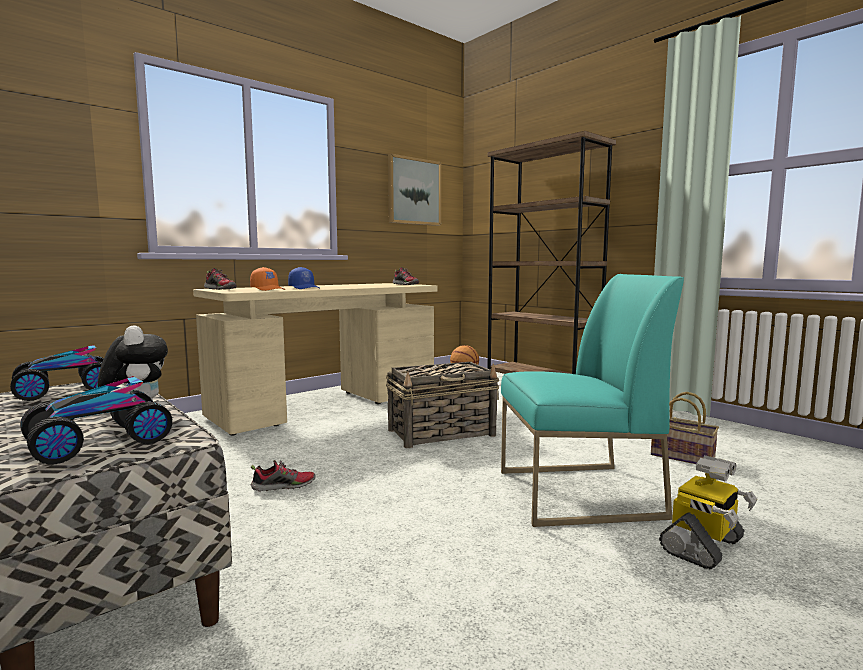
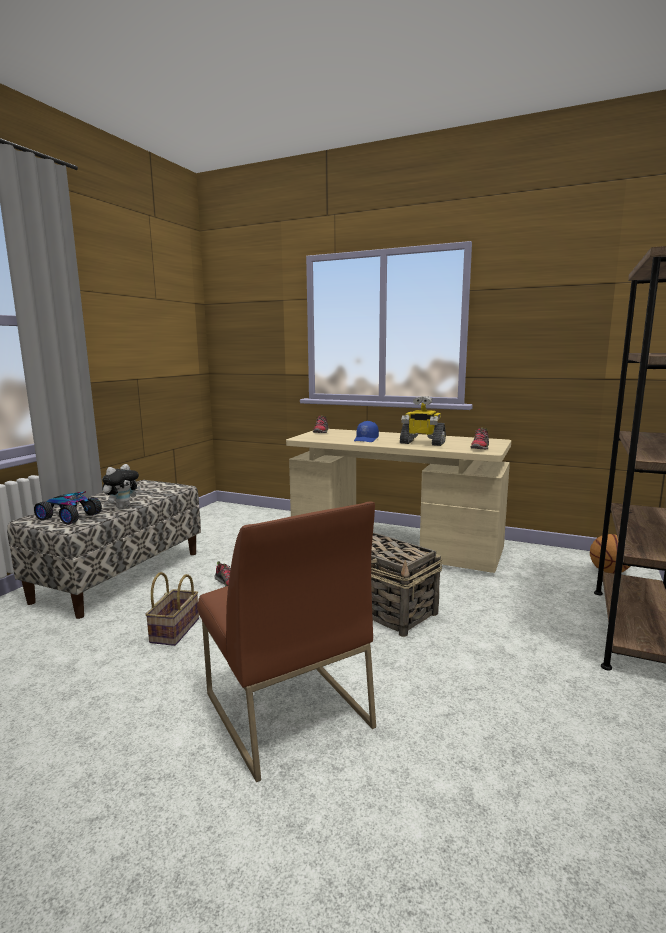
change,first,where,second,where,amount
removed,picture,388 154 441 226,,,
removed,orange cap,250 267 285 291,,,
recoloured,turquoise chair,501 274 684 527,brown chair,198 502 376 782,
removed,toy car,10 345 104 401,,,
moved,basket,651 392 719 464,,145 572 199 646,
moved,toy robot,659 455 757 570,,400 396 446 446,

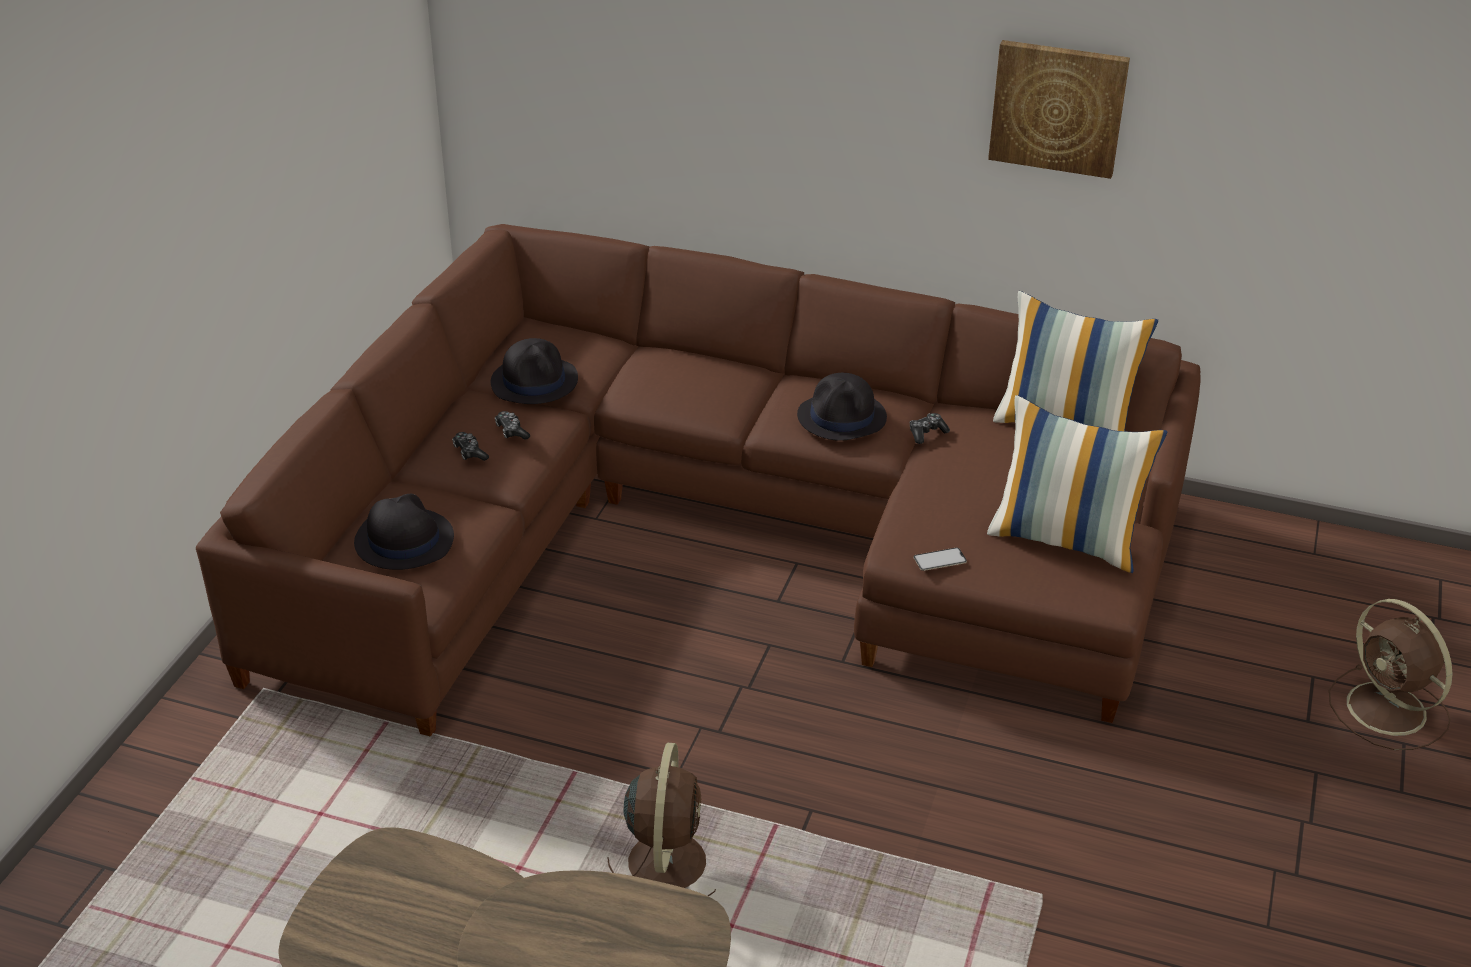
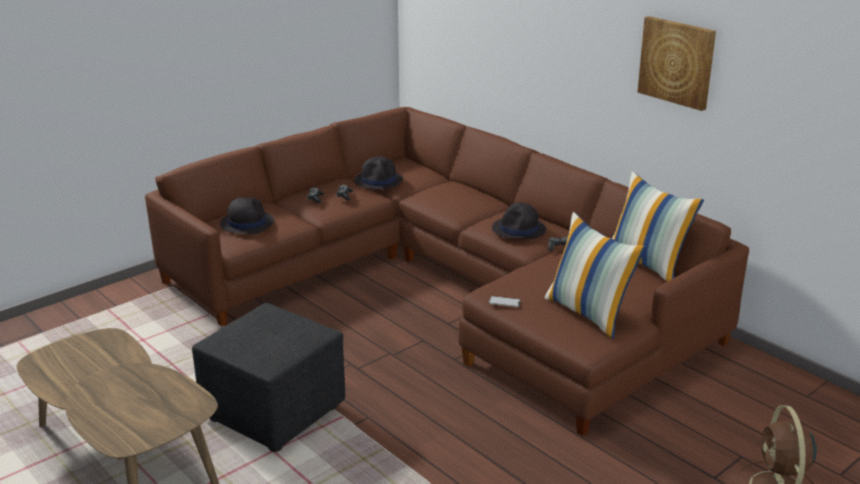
change,first,where,second,where,amount
replaced,brown fan,607 743 716 896,black ottoman,192 303 345 452,

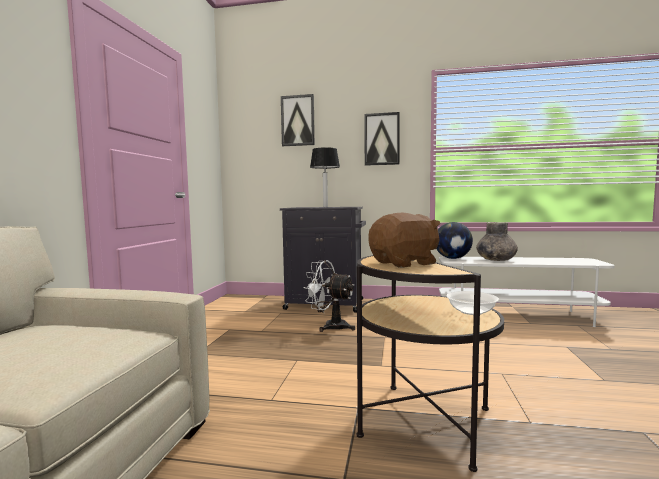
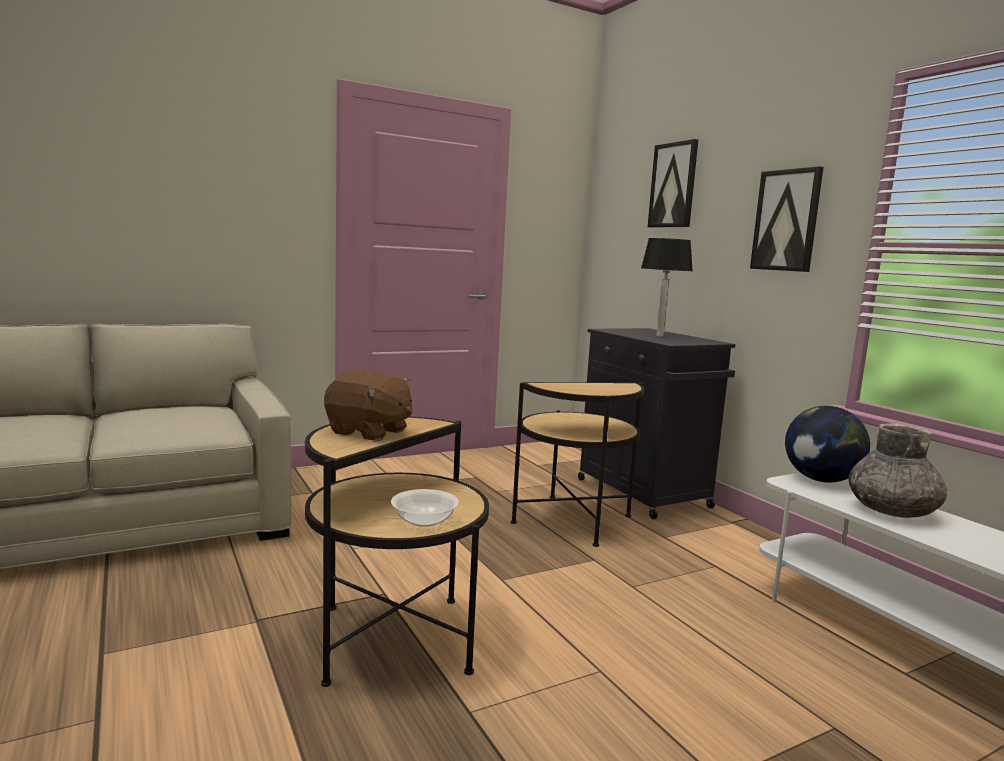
change,first,where,second,where,amount
replaced,white fan,303 260 355 332,side table,511 382 644 547,

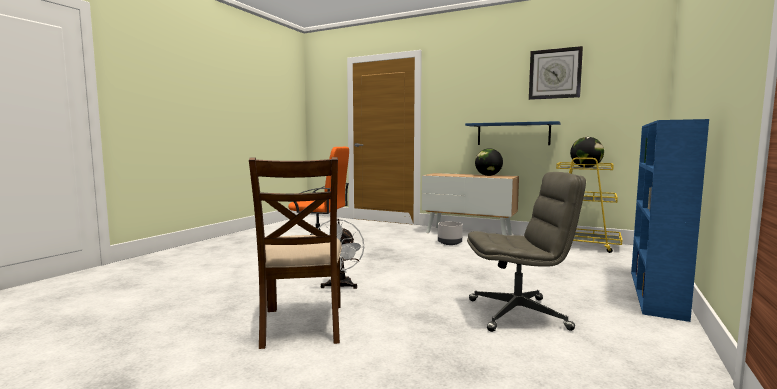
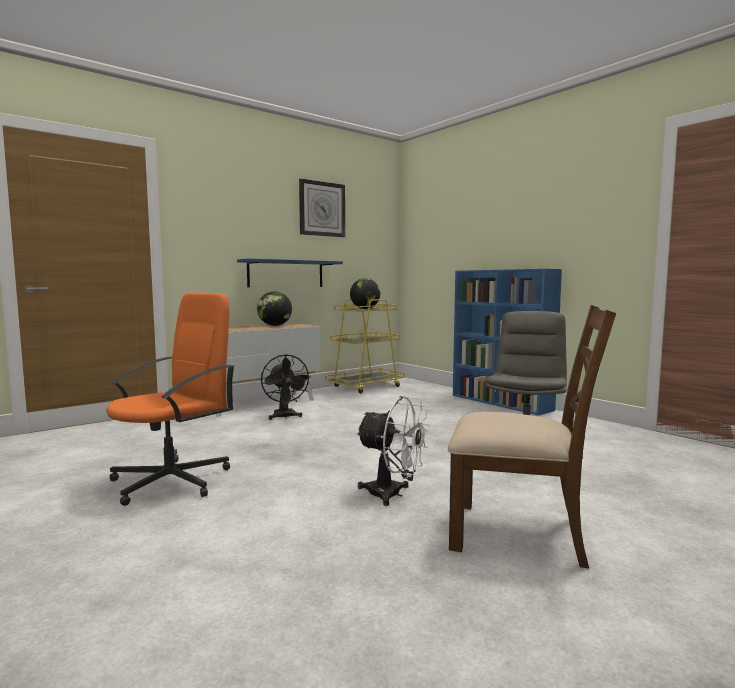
change,first,where,second,where,amount
replaced,grey planter,438 221 463 245,black fan,261 354 311 420,

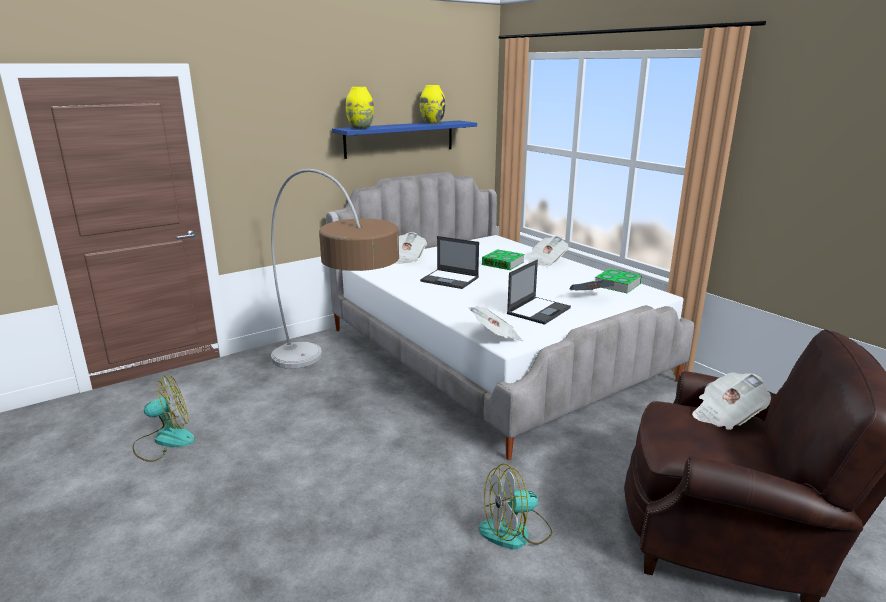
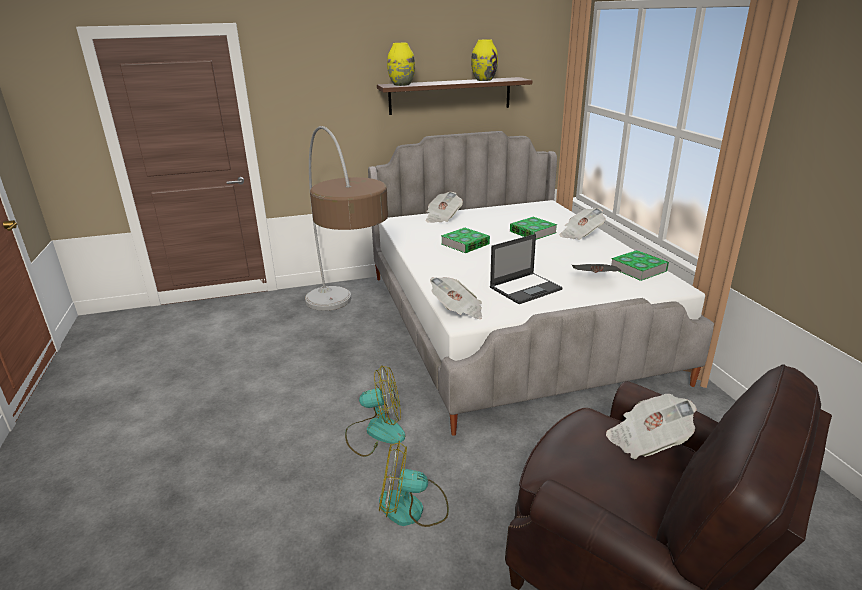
change,first,where,second,where,amount
recoloured,blue shelf,332 121 477 159,brown shelf,377 77 533 115,
replaced,laptop,420 236 479 289,book,441 228 490 253,
moved,fan,132 375 195 462,,345 365 405 457,

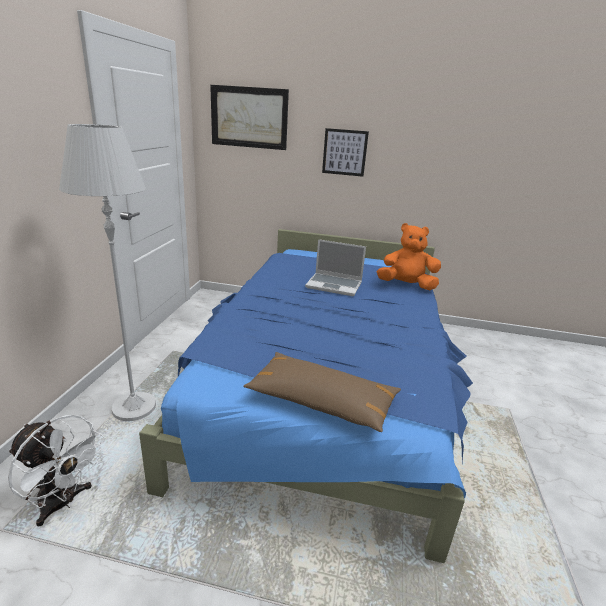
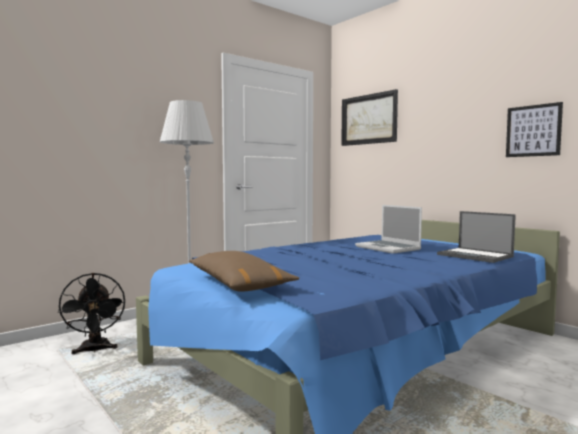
change,first,where,second,where,amount
moved,picture,322 128 369 177,,506 102 563 157,
replaced,orange plush toy,377 223 441 290,laptop,437 211 516 263,
recoloured,white fan,8 415 105 527,black fan,58 273 125 354,

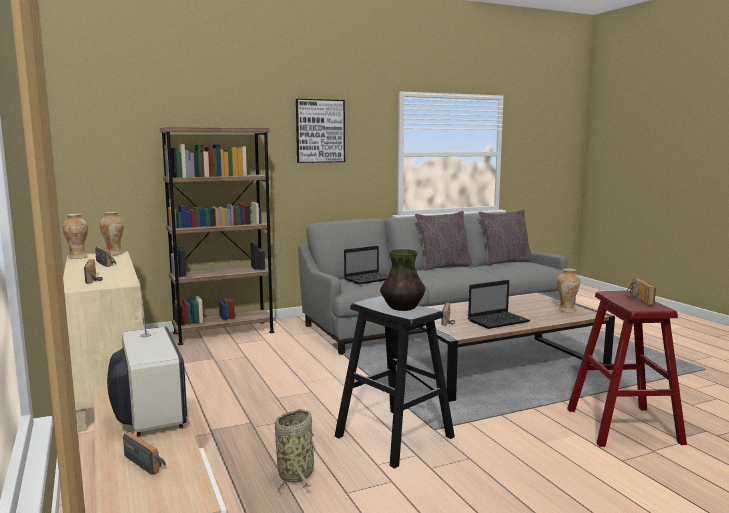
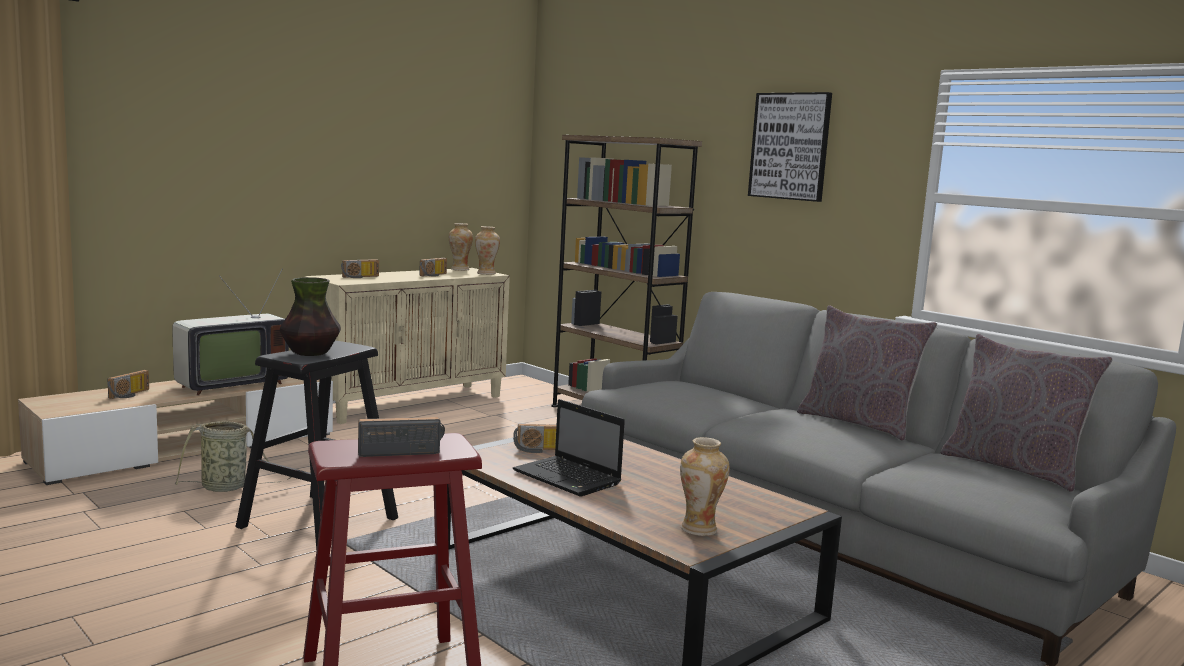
change,first,where,second,where,amount
removed,laptop,344 246 388 285,,,

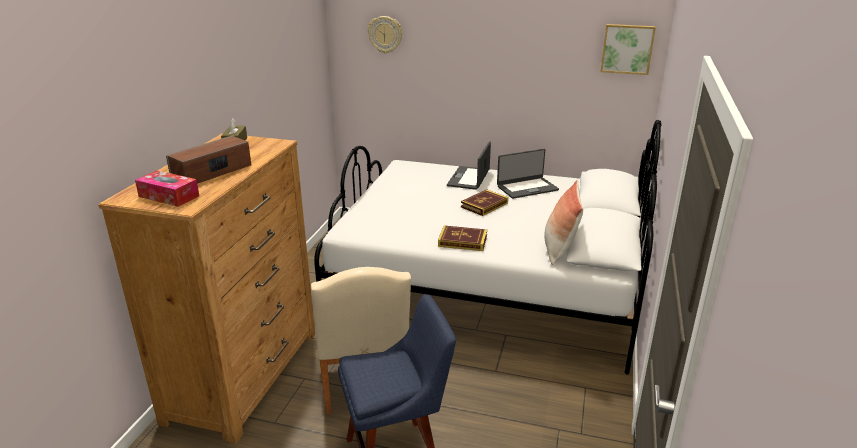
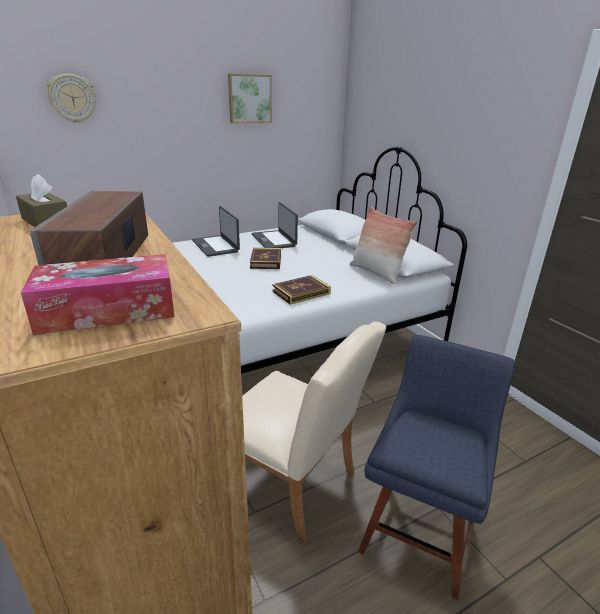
change,first,where,second,where,amount
moved,picture,600 24 656 75,,228 74 272 124,
turned,laptop,497 149 559 199,,252 202 298 248,135 degrees clockwise

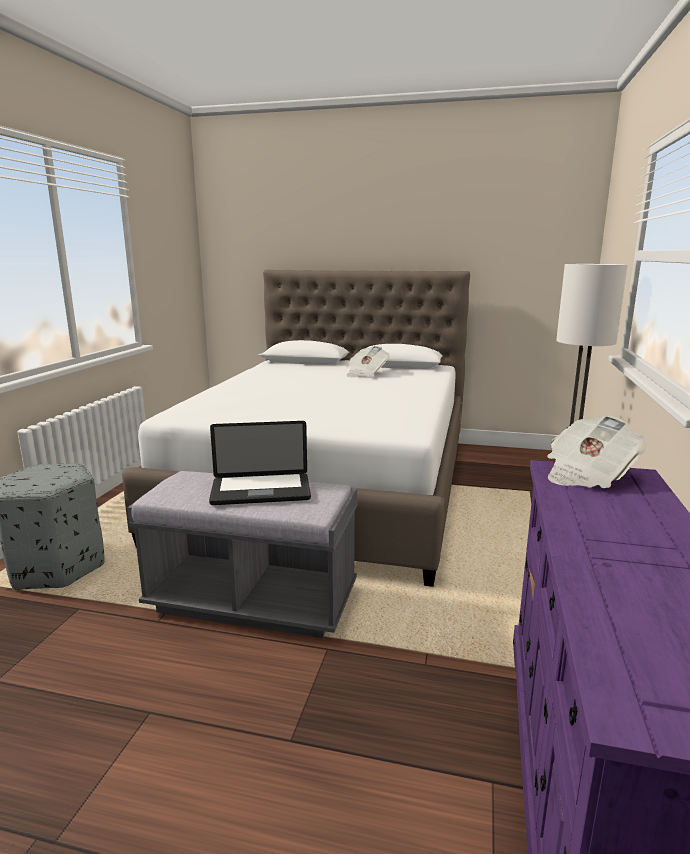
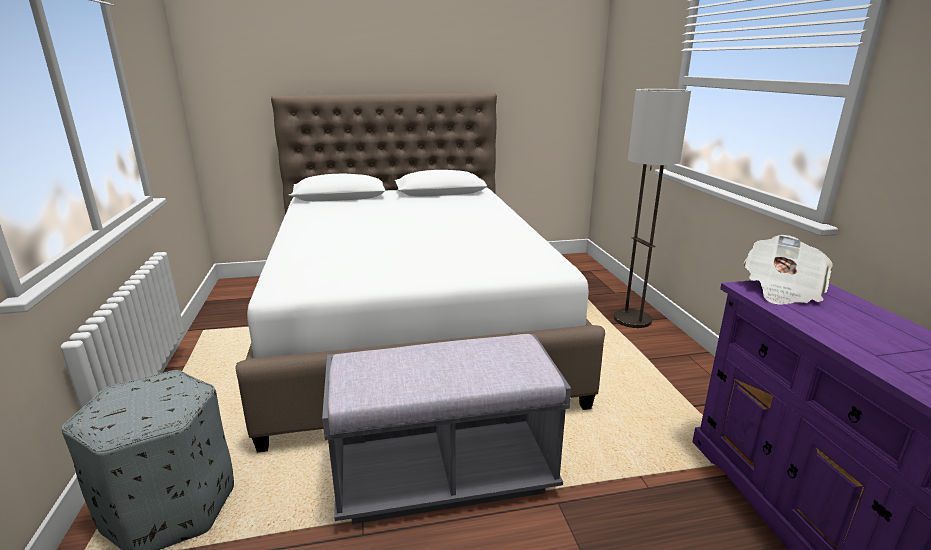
change,first,where,second,where,amount
removed,newspaper,347 346 390 378,,,
removed,laptop,209 421 311 505,,,

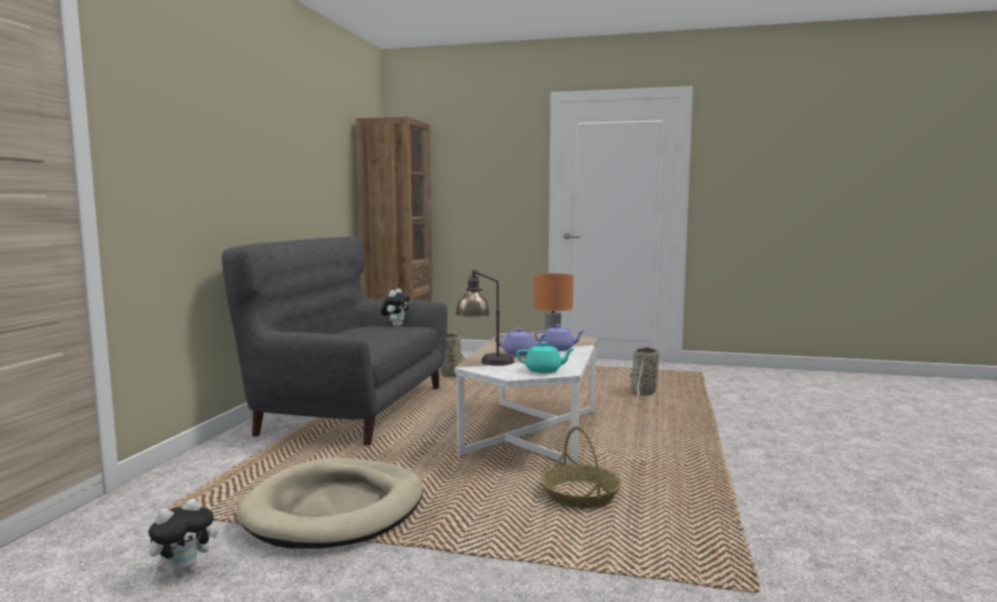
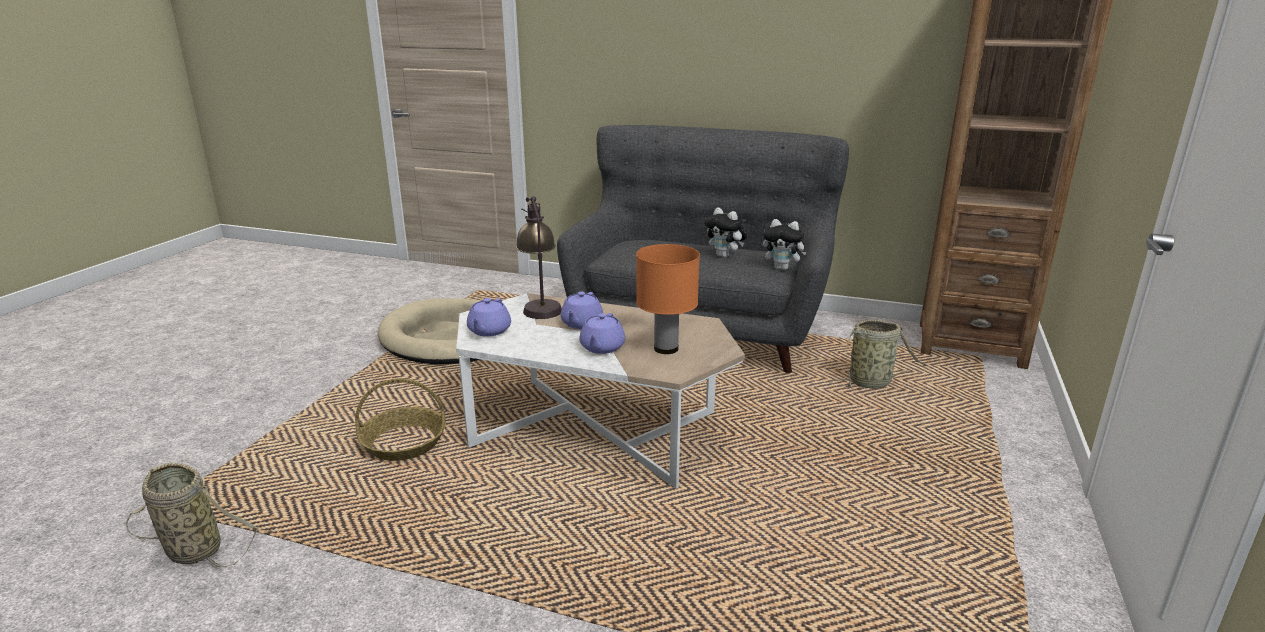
change,first,where,second,where,amount
recoloured,turquoise teapot,516 342 575 373,purple teapot,467 298 511 337,
moved,basket,628 346 659 402,,126 463 259 568,
moved,plush toy,148 499 218 578,,704 208 747 258,

